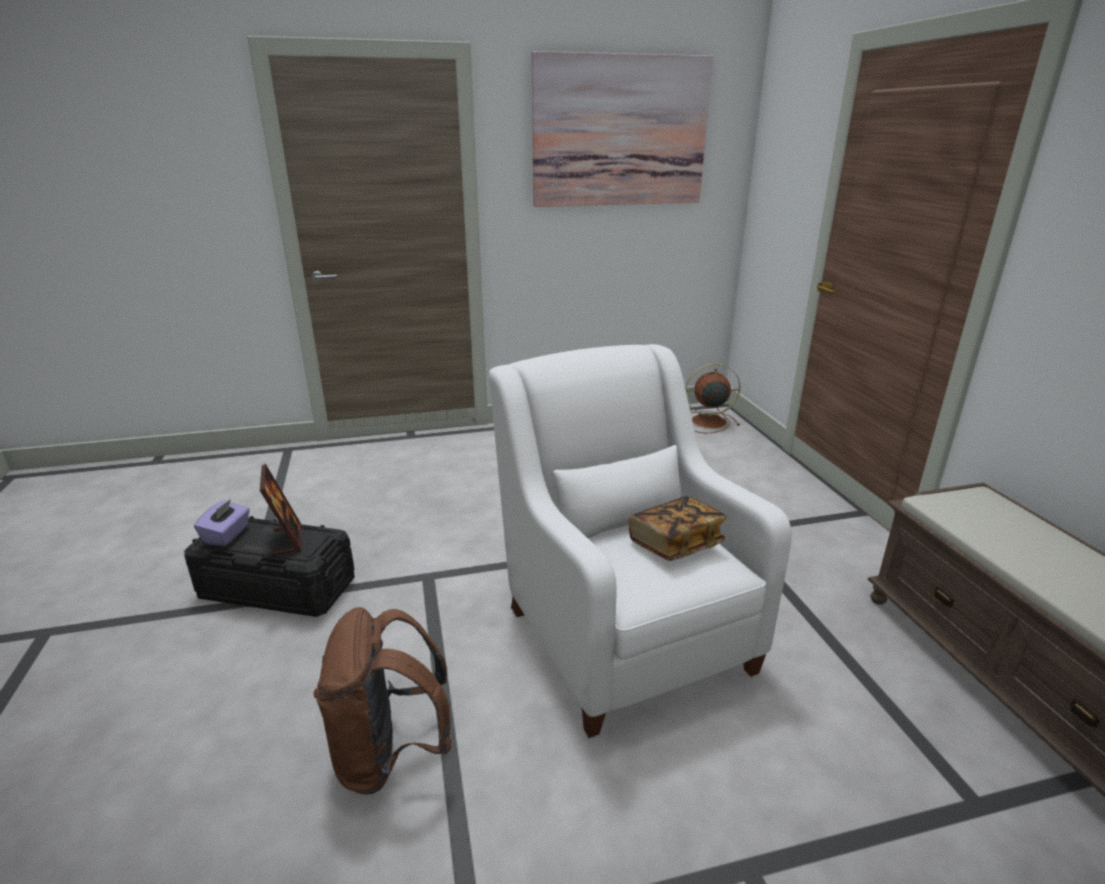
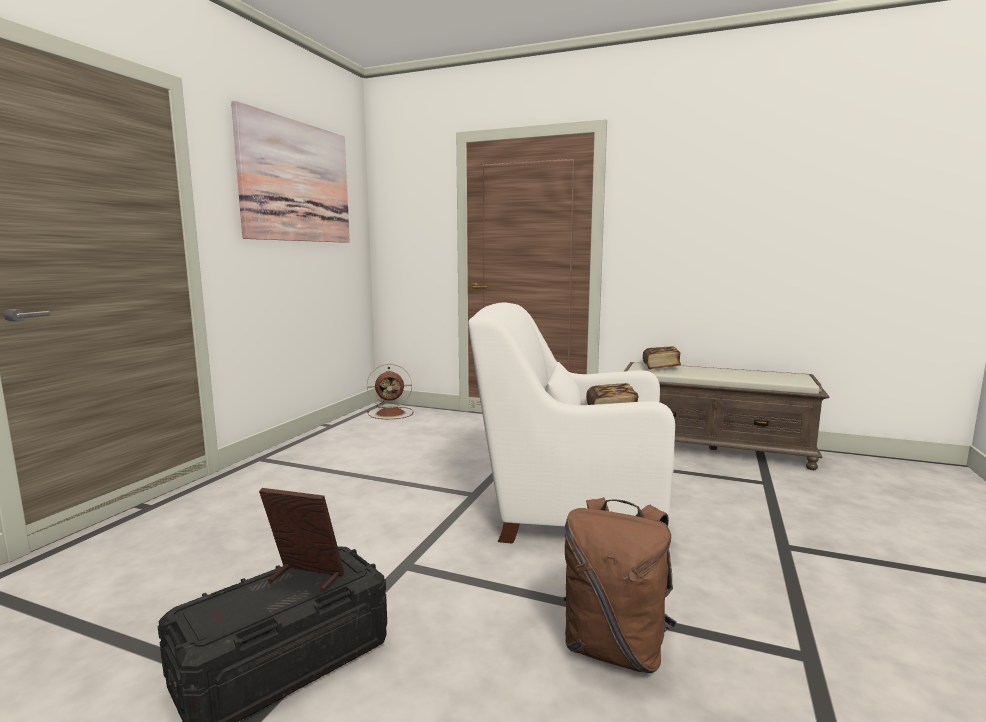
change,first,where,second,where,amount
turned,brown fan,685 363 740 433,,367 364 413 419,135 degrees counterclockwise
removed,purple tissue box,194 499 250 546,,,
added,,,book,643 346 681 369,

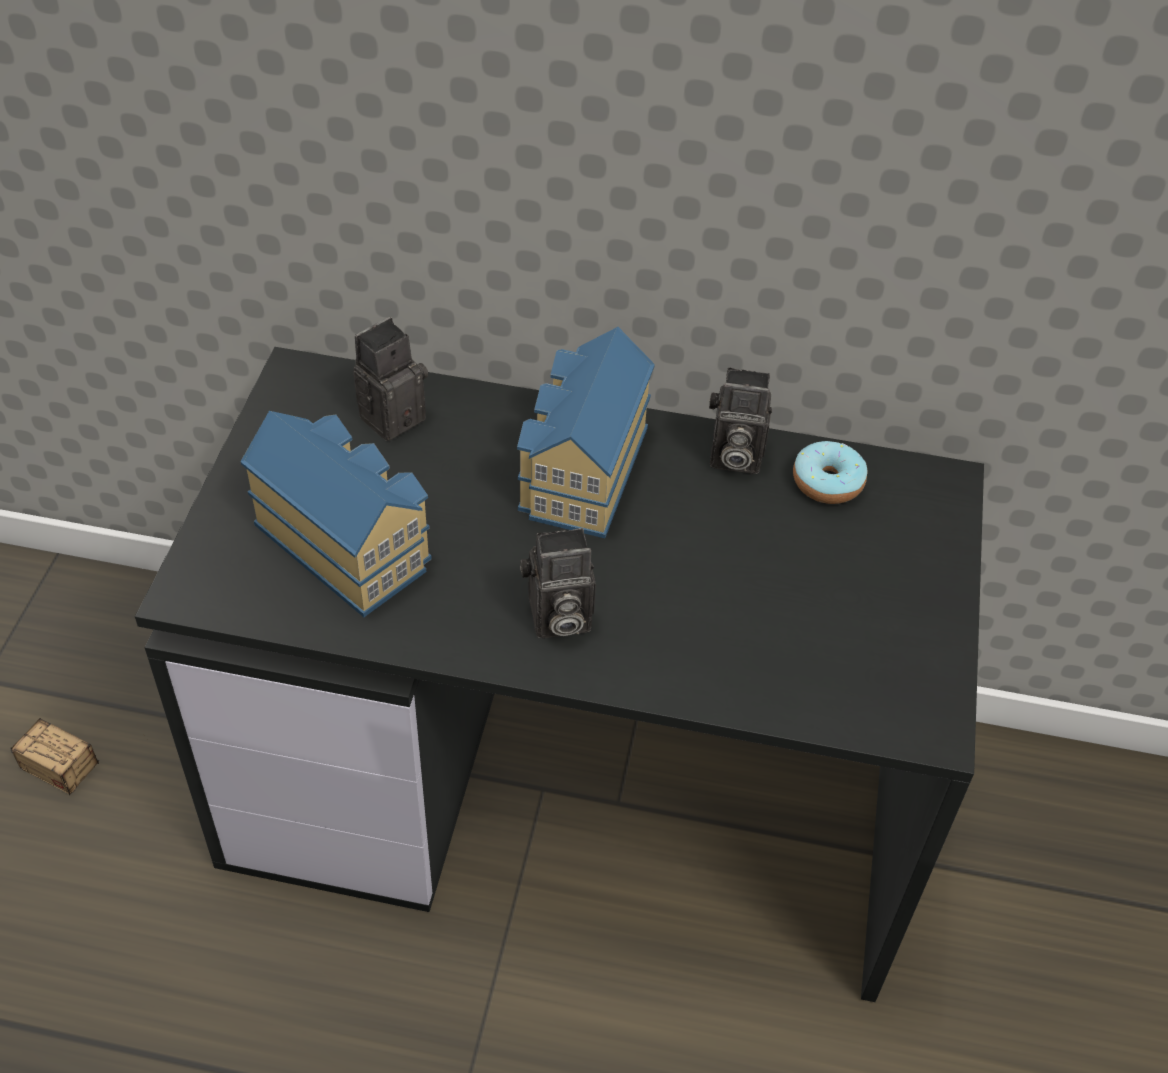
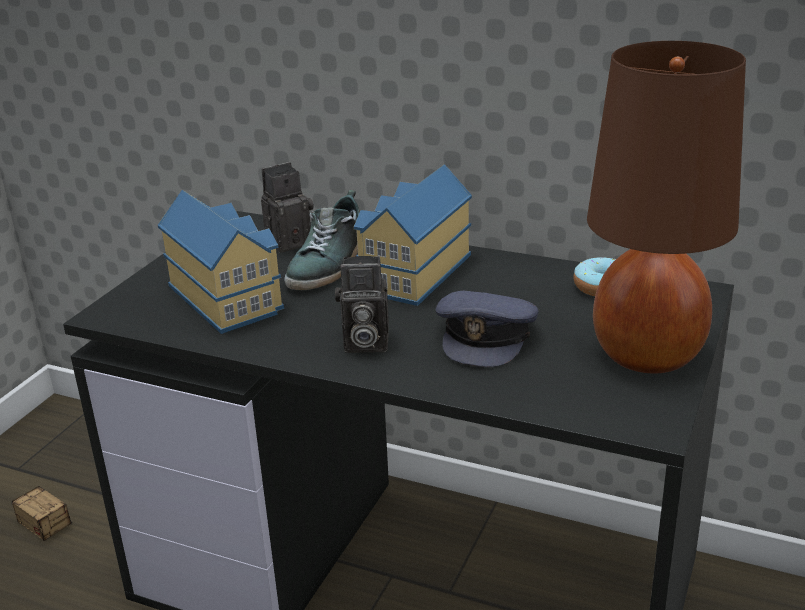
change,first,where,second,where,amount
removed,photo camera,709 367 772 474,,,
added,,,brown table lamp,587 41 746 374,
added,,,shoe,284 190 360 290,
added,,,grey cap,435 291 539 367,

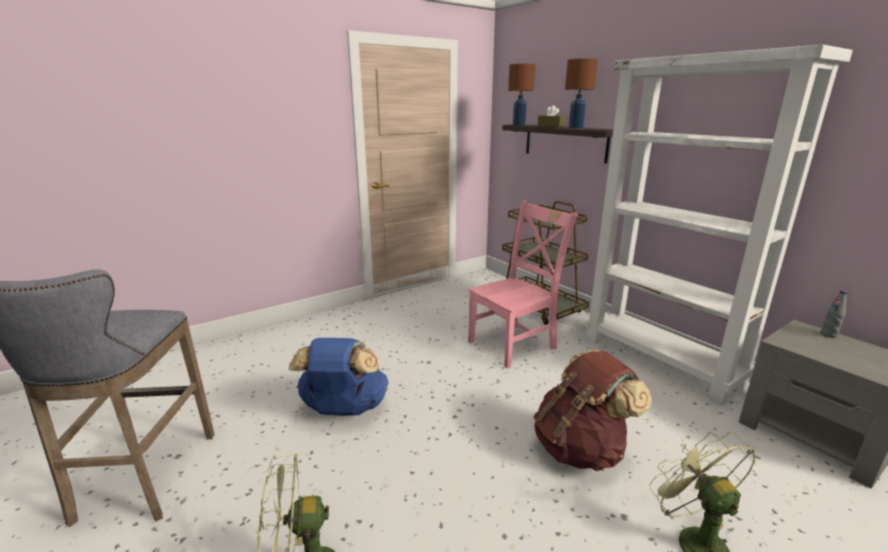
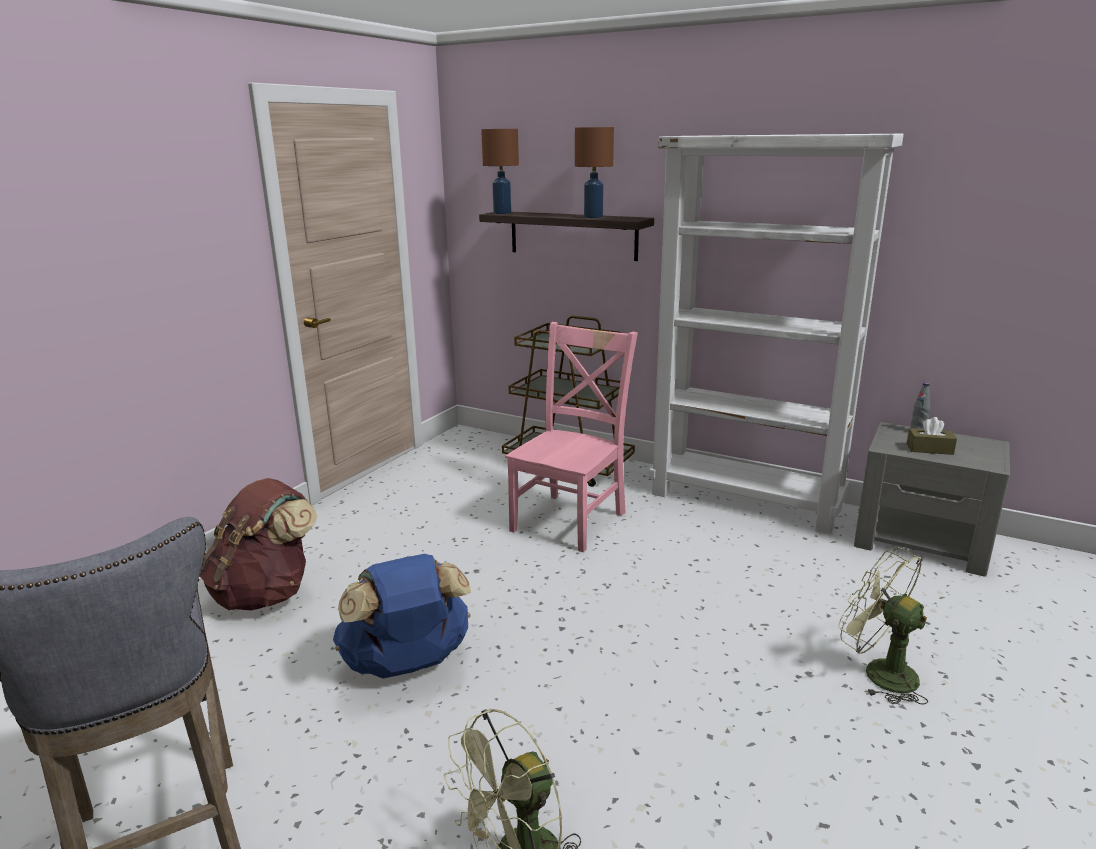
change,first,where,second,where,amount
moved,brown tissue box,538 105 565 127,,906 417 957 455,
moved,brown backpack,534 350 652 471,,200 478 318 611,

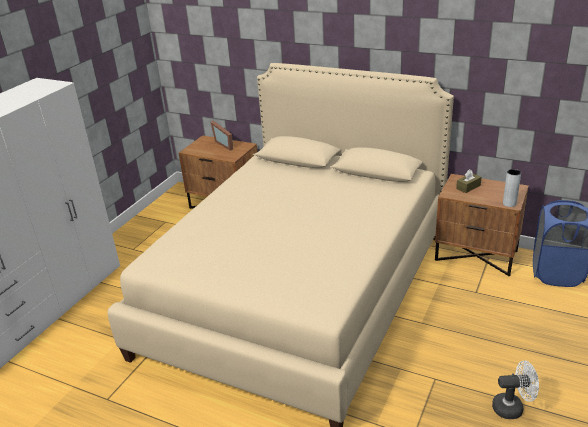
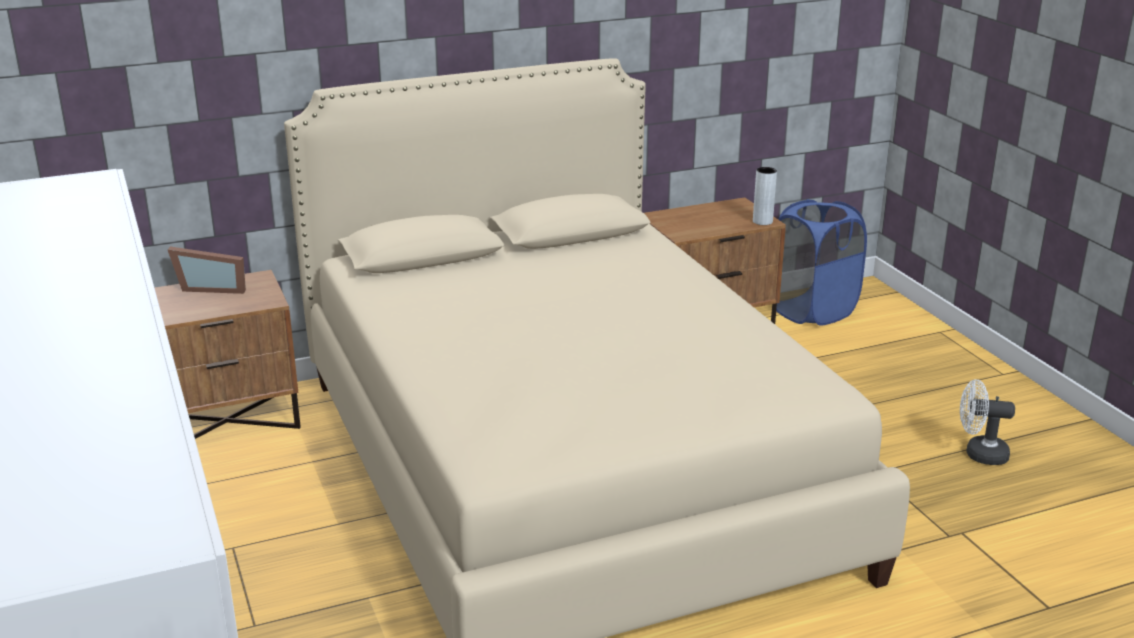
change,first,where,second,where,amount
removed,brown tissue box,456 169 482 193,,,
turned,white fan,492 360 539 419,,960 379 1015 465,120 degrees counterclockwise

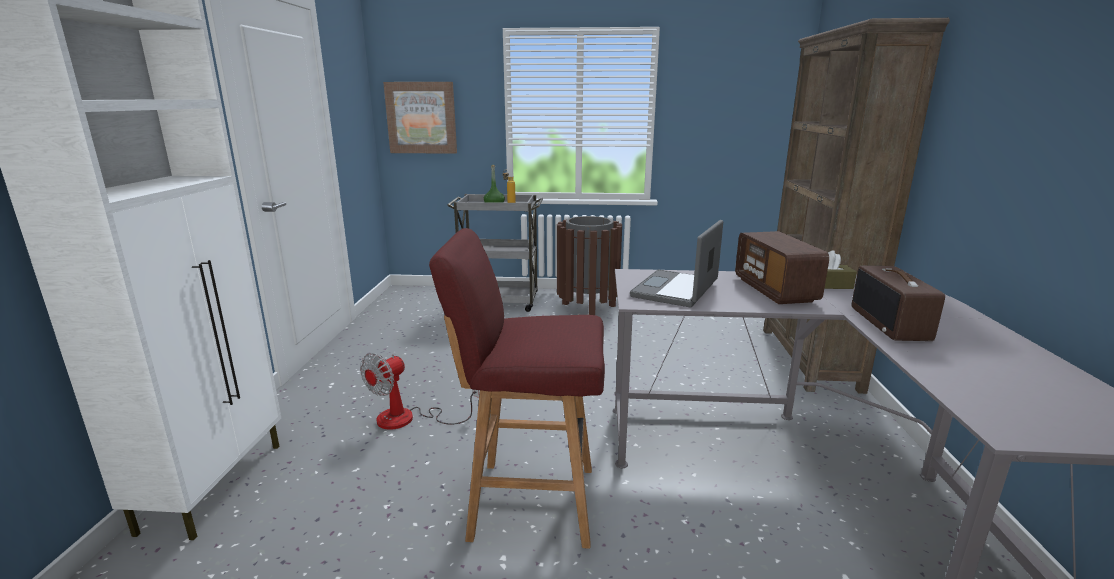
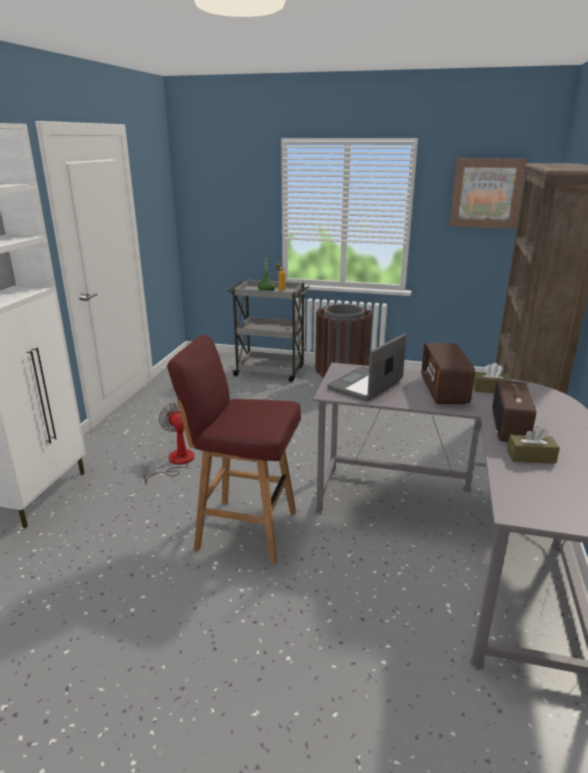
change,first,where,second,where,amount
moved,picture,383 82 457 154,,449 158 527 229,
turned,fan,360 353 479 430,,141 402 194 485,105 degrees clockwise
added,,,brown tissue box,507 426 560 464,

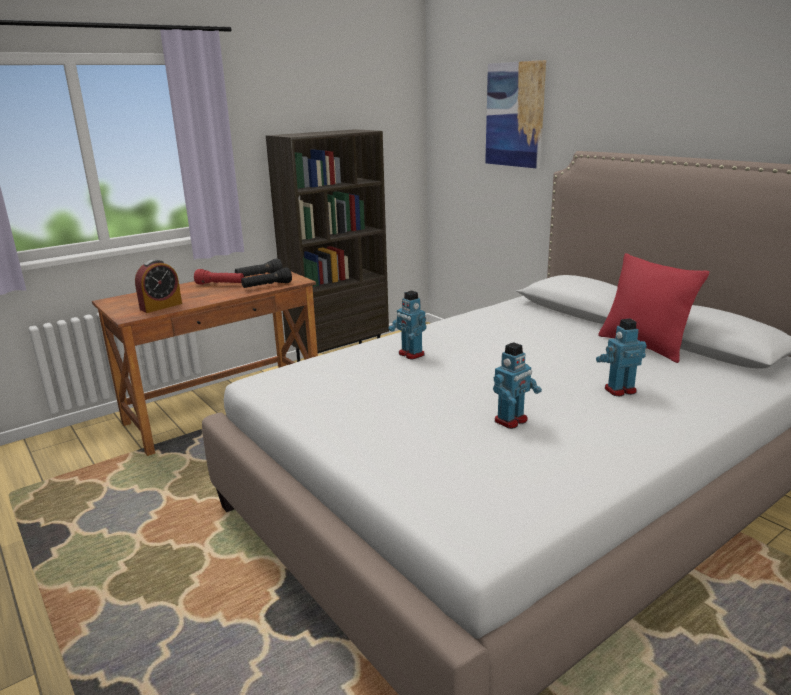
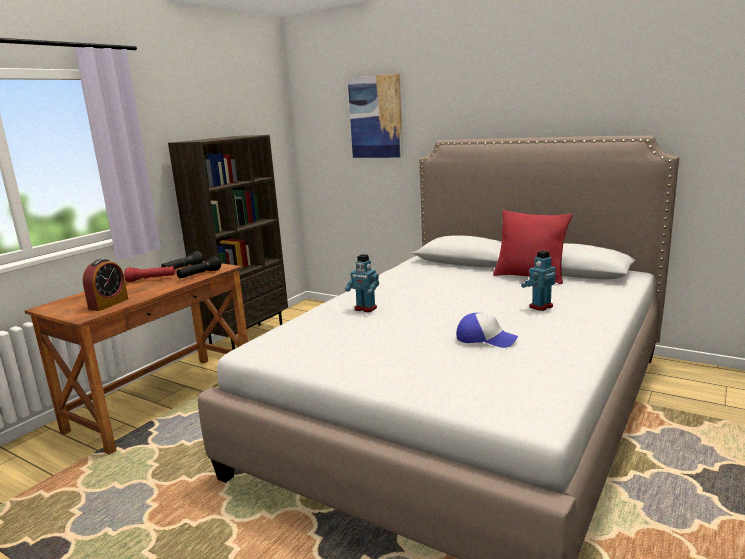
change,first,where,second,where,amount
replaced,toy robot,493 342 542 429,cap,456 313 518 348,

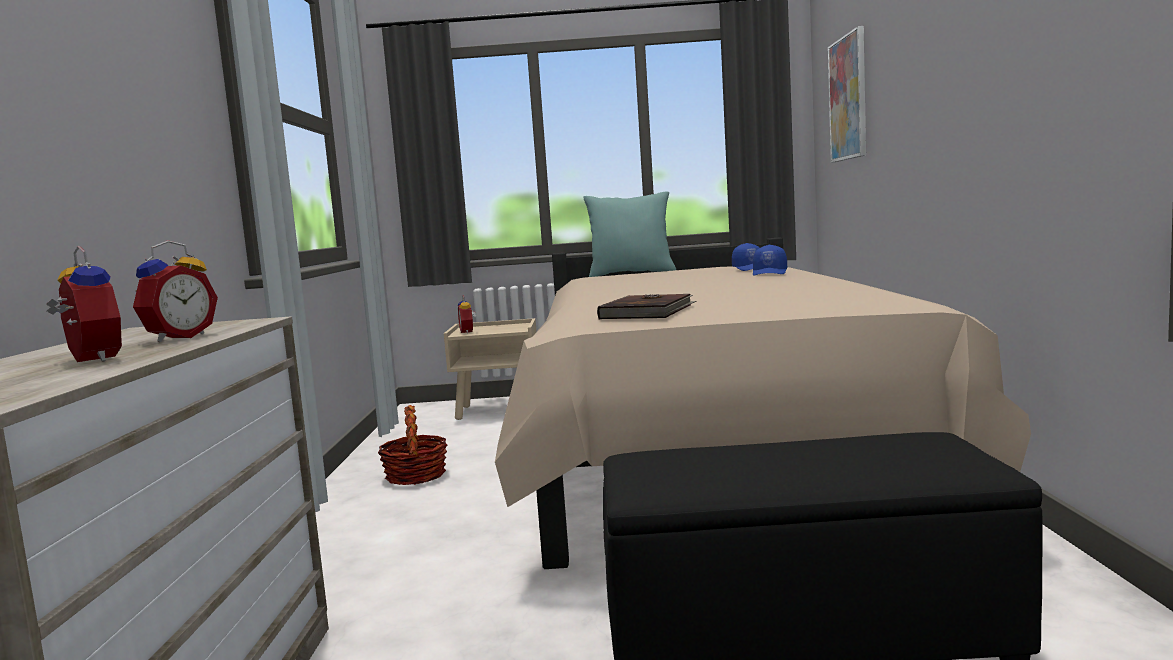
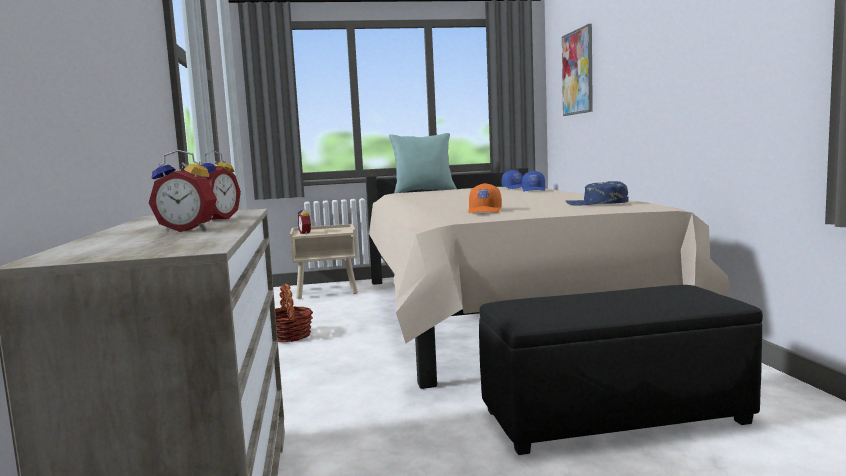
change,first,where,second,where,amount
turned,alarm clock,46 245 122 362,,149 150 217 232,150 degrees clockwise
replaced,brown book,597 294 697 319,orange cap,468 183 502 214,
added,,,blue cap,566 181 628 206,

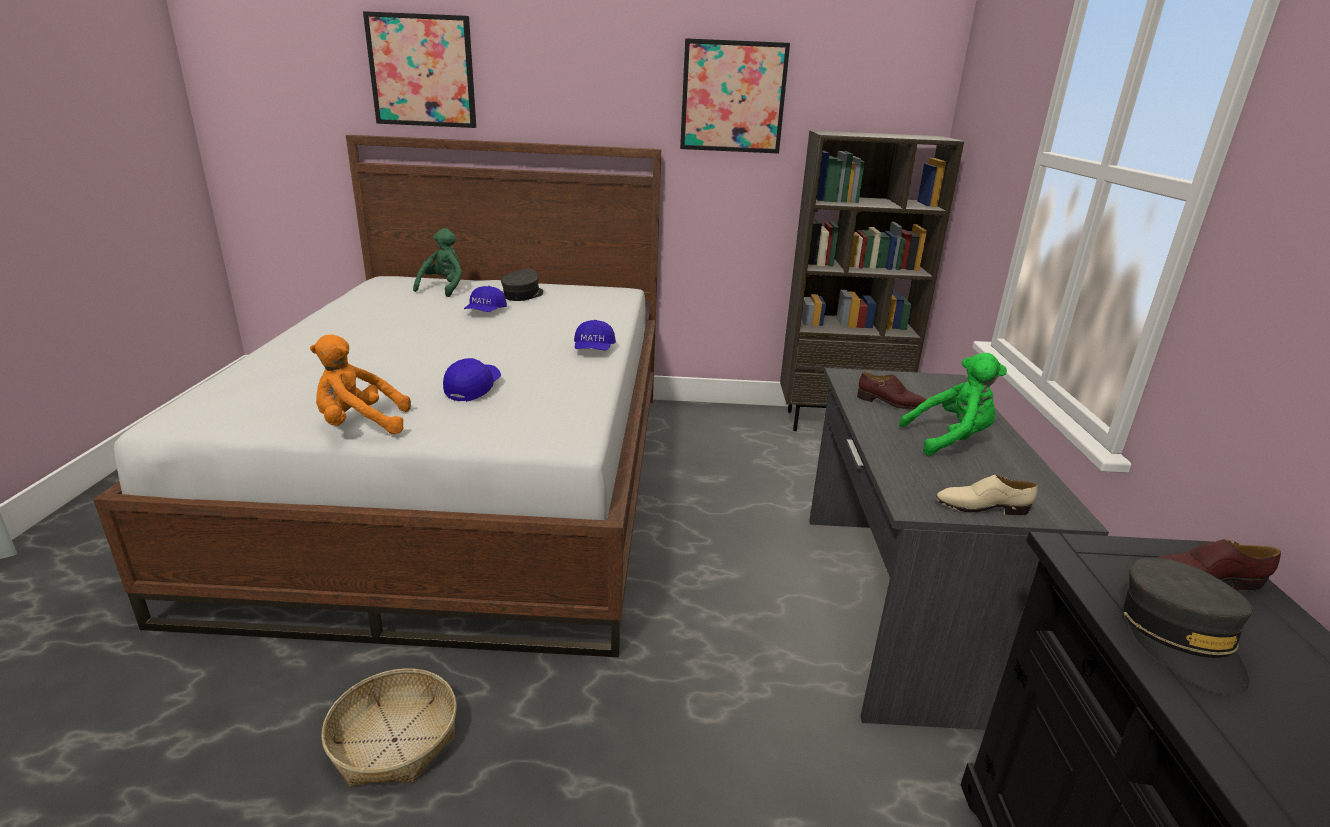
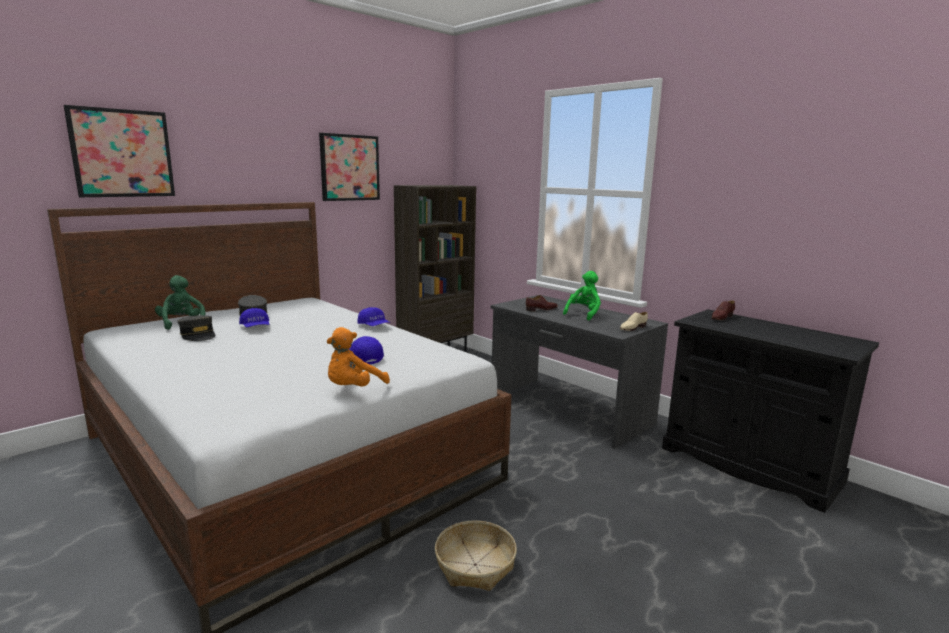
change,first,where,second,where,amount
moved,grey cap,1123 557 1253 695,,178 315 215 341,

